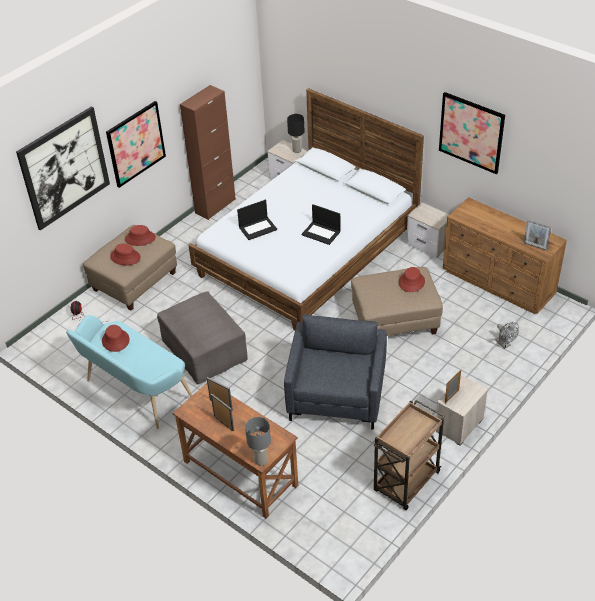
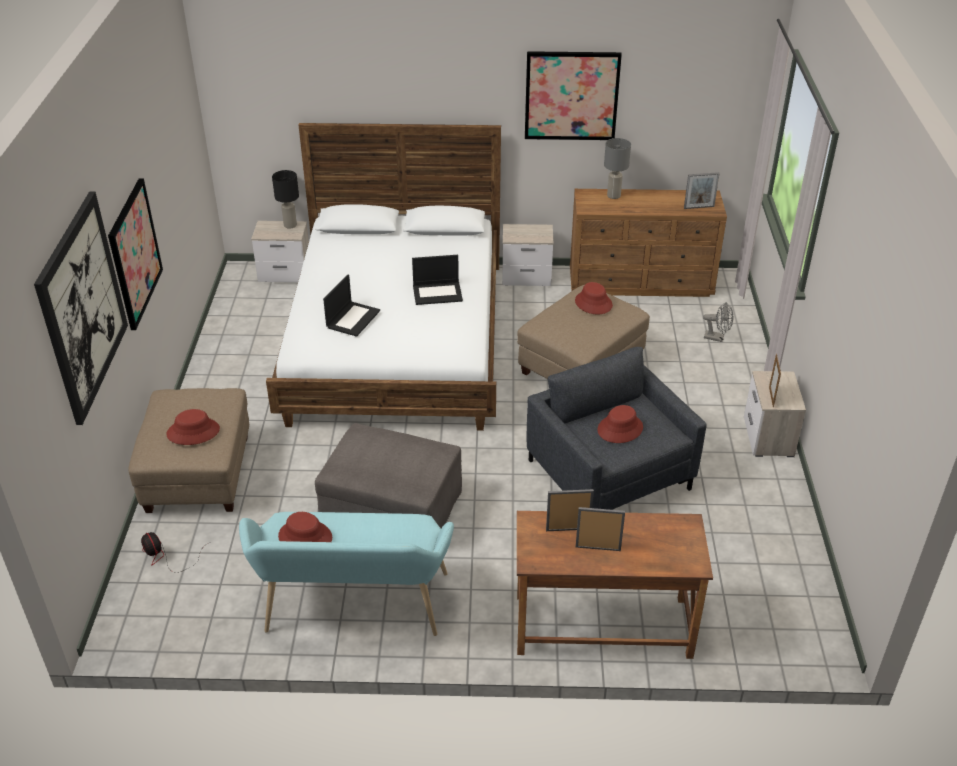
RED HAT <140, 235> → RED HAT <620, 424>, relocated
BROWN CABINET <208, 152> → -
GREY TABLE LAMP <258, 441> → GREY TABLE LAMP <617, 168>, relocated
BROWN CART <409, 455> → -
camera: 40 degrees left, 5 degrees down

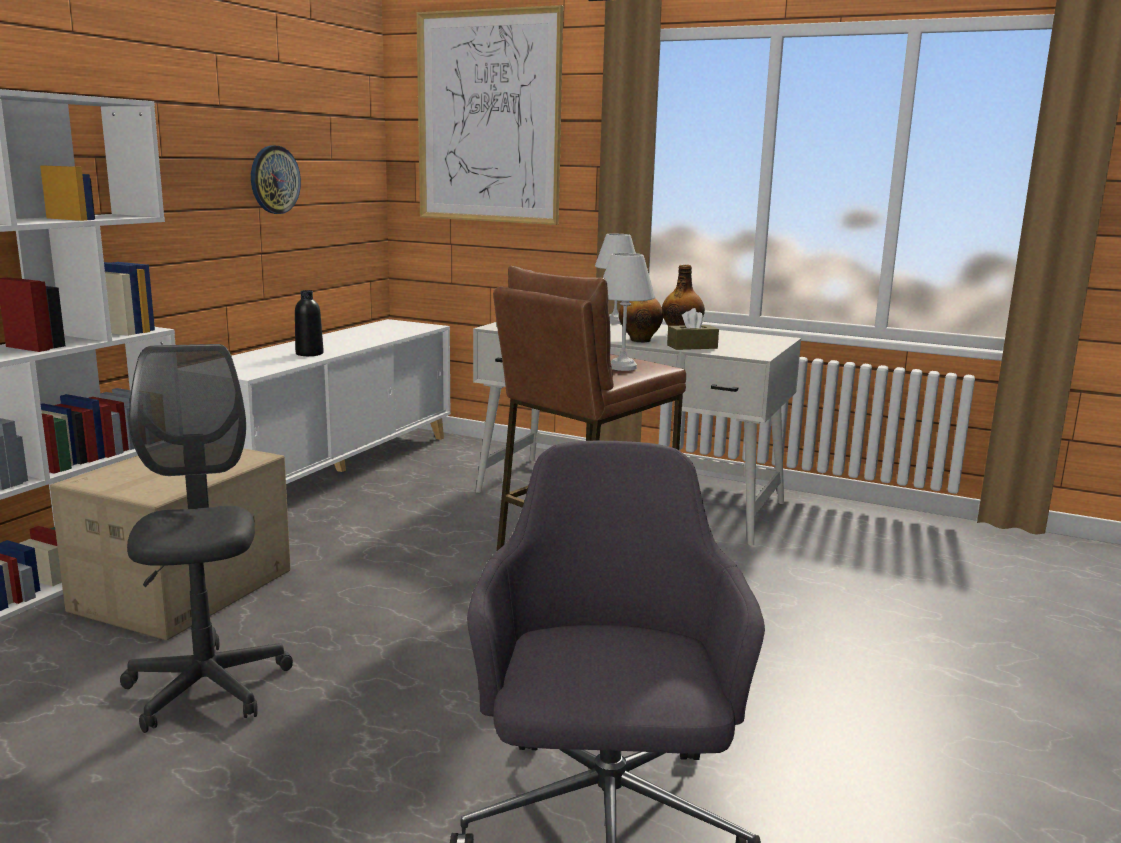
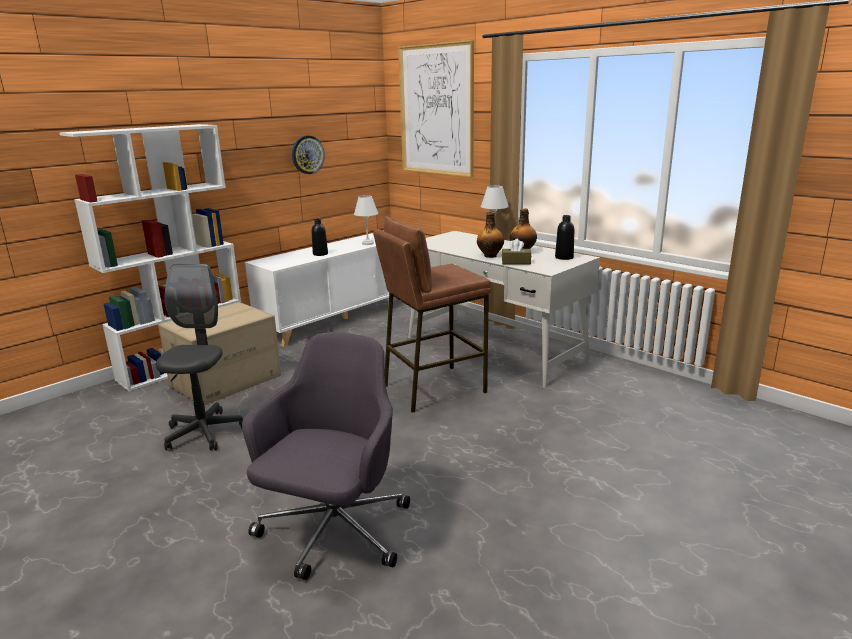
WHITE TABLE LAMP <629, 312> → WHITE TABLE LAMP <366, 220>, relocated
- → BLACK BOTTLE <564, 237>
camera: 20 degrees right, 5 degrees up

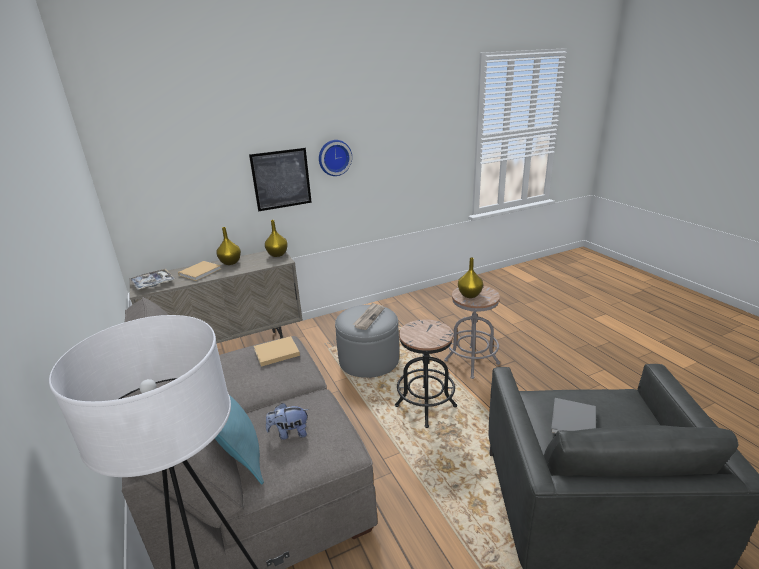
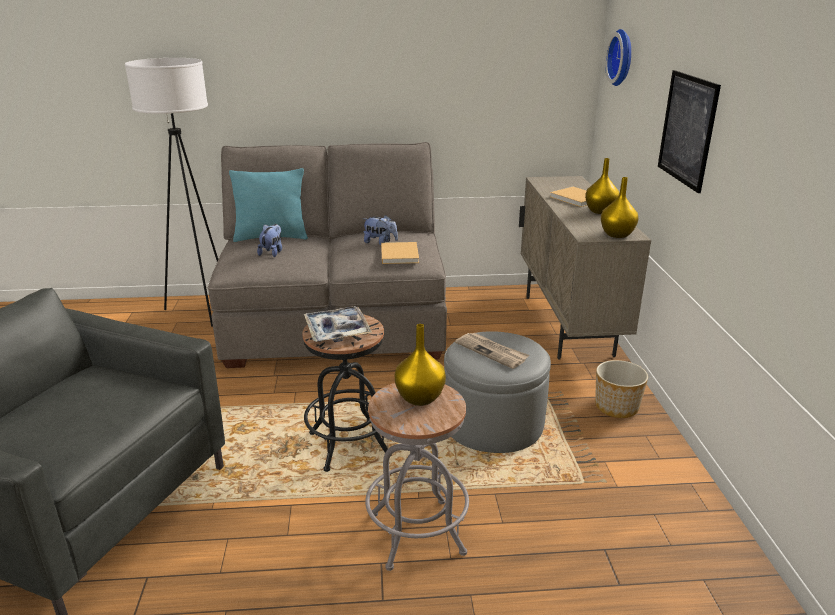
TRAY <152, 279> → TRAY <338, 324>, relocated
WALL CLOCK <335, 158> → WALL CLOCK <618, 57>, relocated
GREY BOOK <573, 416> → -
- → PLUSH TOY <380, 230>
- → PLANTER <621, 389>
camera: 110 degrees right, 0 degrees up

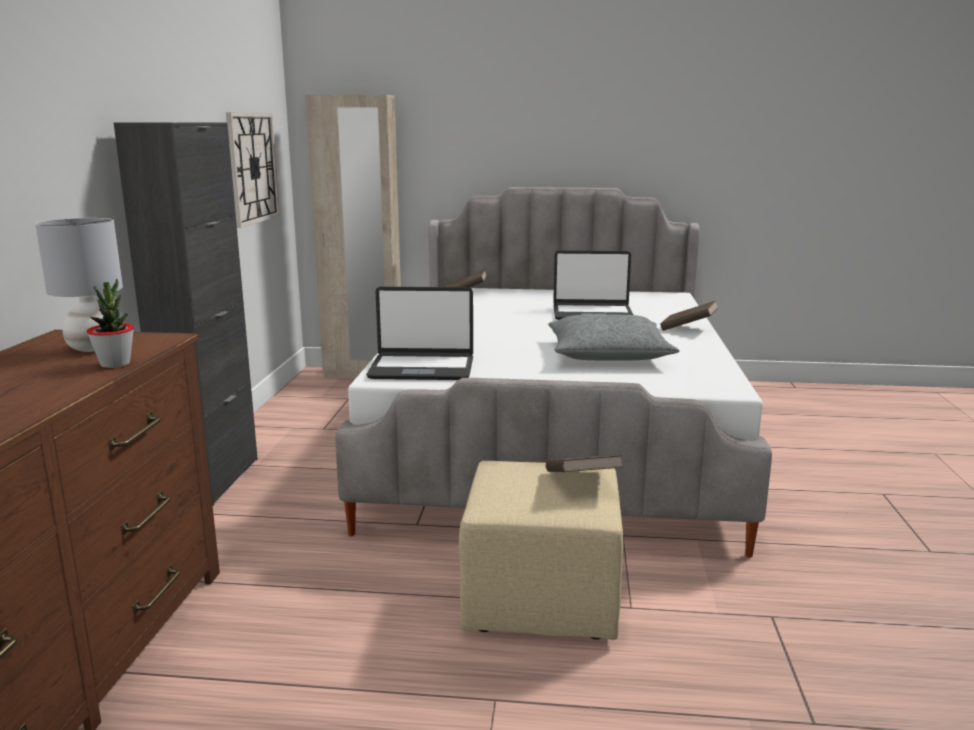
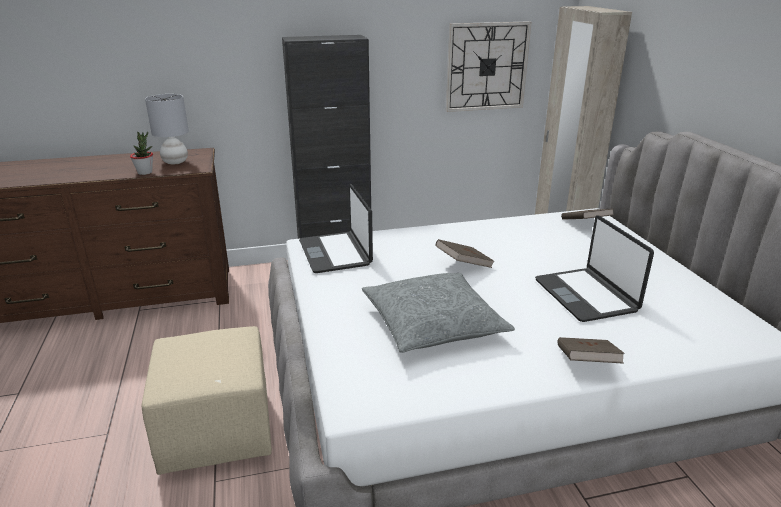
BROWN BOOK <584, 463> → BROWN BOOK <465, 253>, relocated
camera: 70 degrees right, 10 degrees up

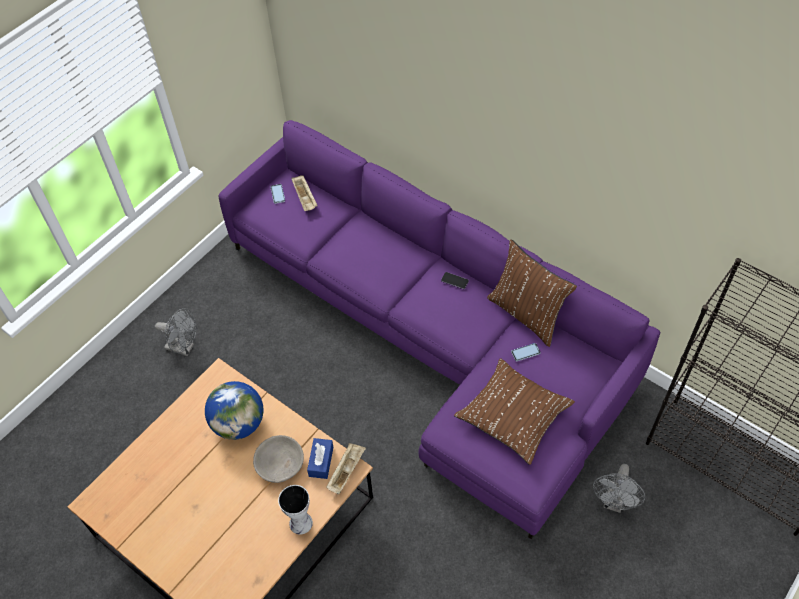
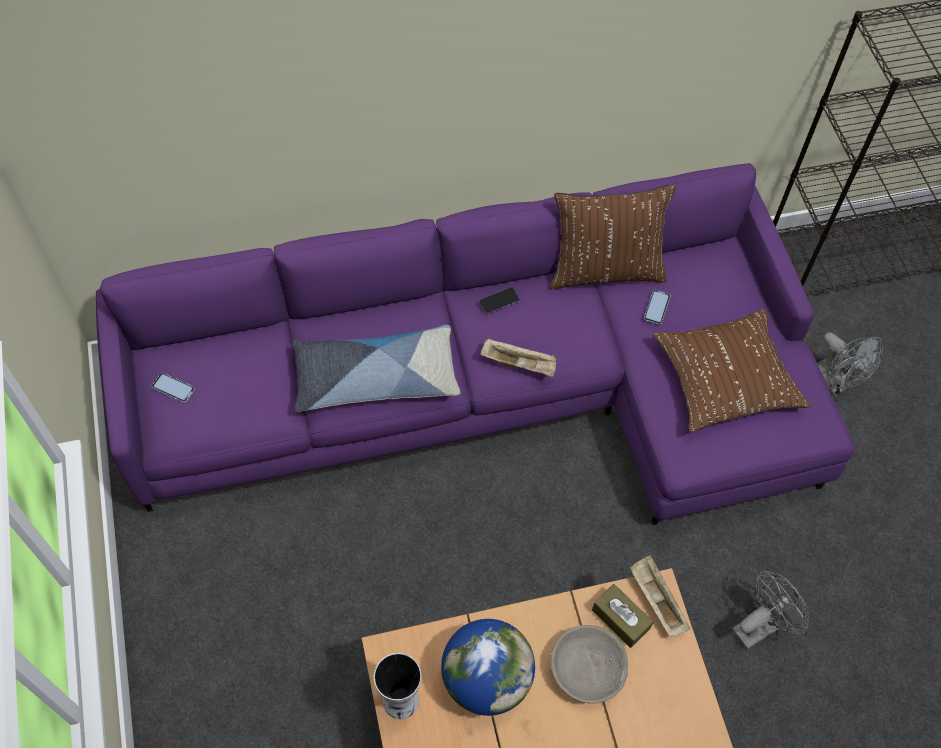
GREY FAN <176, 332> → GREY FAN <770, 610>, relocated
VASE <295, 510> → VASE <398, 686>, relocated
BEIGE TRAY <304, 193> → BEIGE TRAY <518, 357>, relocated
BLUE TISSUE BOX <320, 458> → BROWN TISSUE BOX <622, 616>
- → PILLOW <377, 368>
camera: 55 degrees left, 5 degrees up

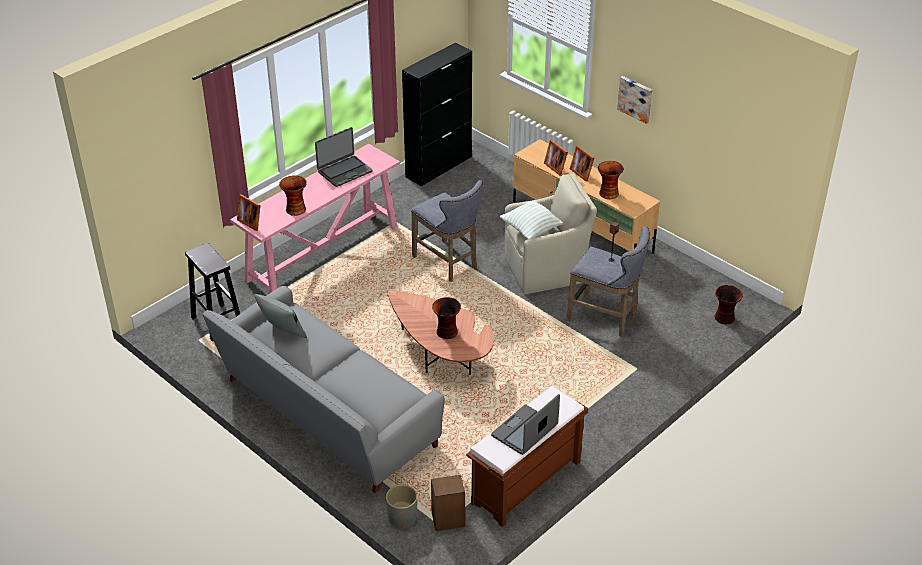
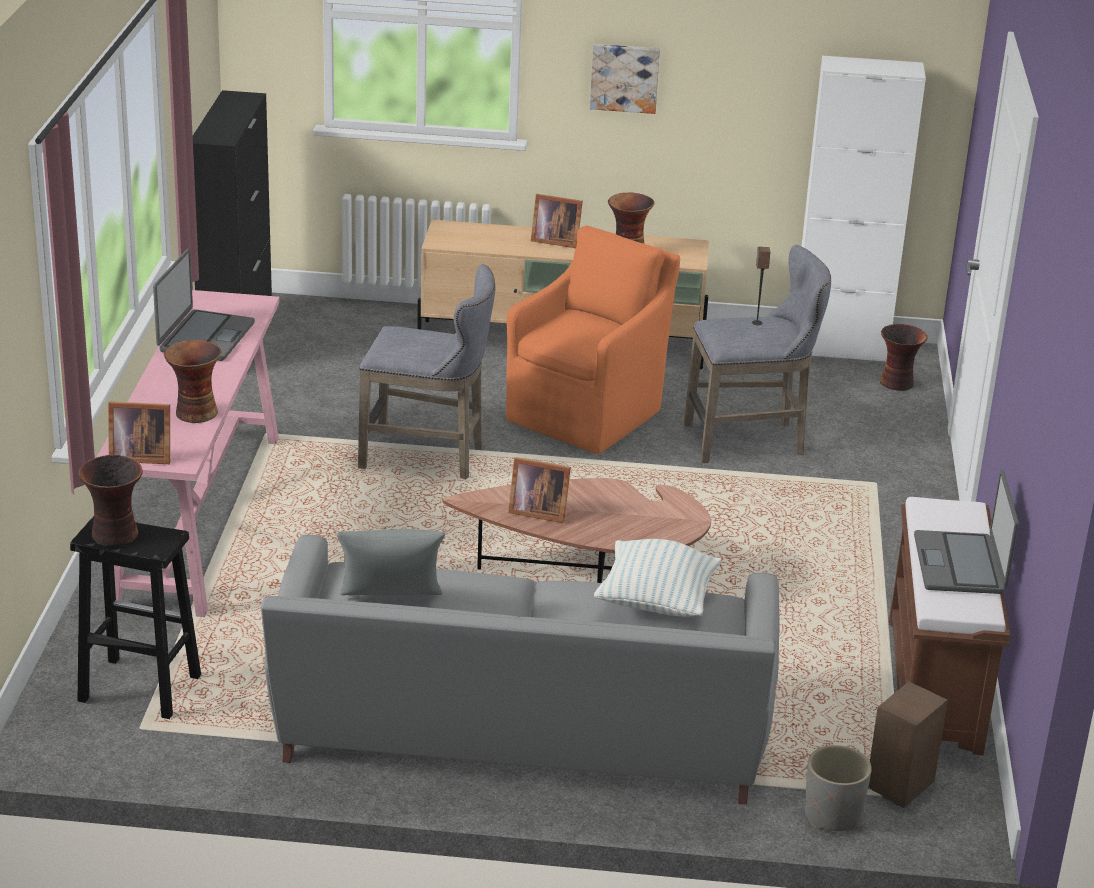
VASE <446, 318> → VASE <110, 500>, relocated
PILLOW <531, 220> → PILLOW <657, 578>, relocated
BEIGE ARMCHAIR <551, 234> → ORANGE ARMCHAIR <593, 340>
PICTURE FRAME <556, 157> → PICTURE FRAME <539, 490>, relocated
- → WHITE CABINET <864, 209>
camera: 40 degrees left, 10 degrees down

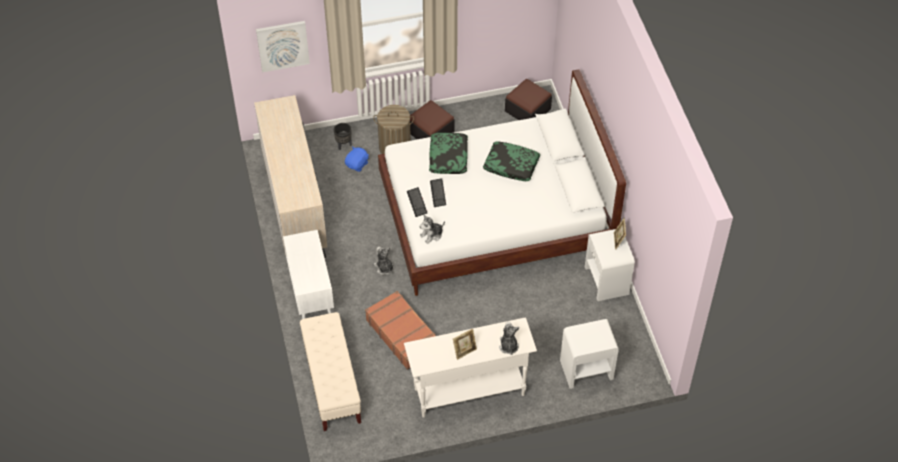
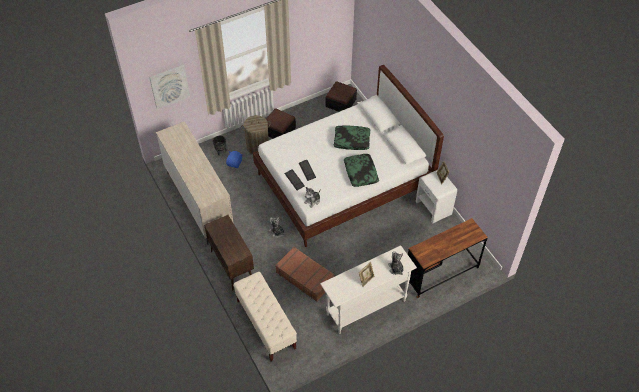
WHITE CABINET <308, 274> → BROWN CABINET <229, 252>
PILLOW <448, 153> → PILLOW <361, 170>, relocated
WHITE NIGHTSTAND <589, 354> → BROWN DESK <448, 258>
camera: 15 degrees left, 0 degrees up

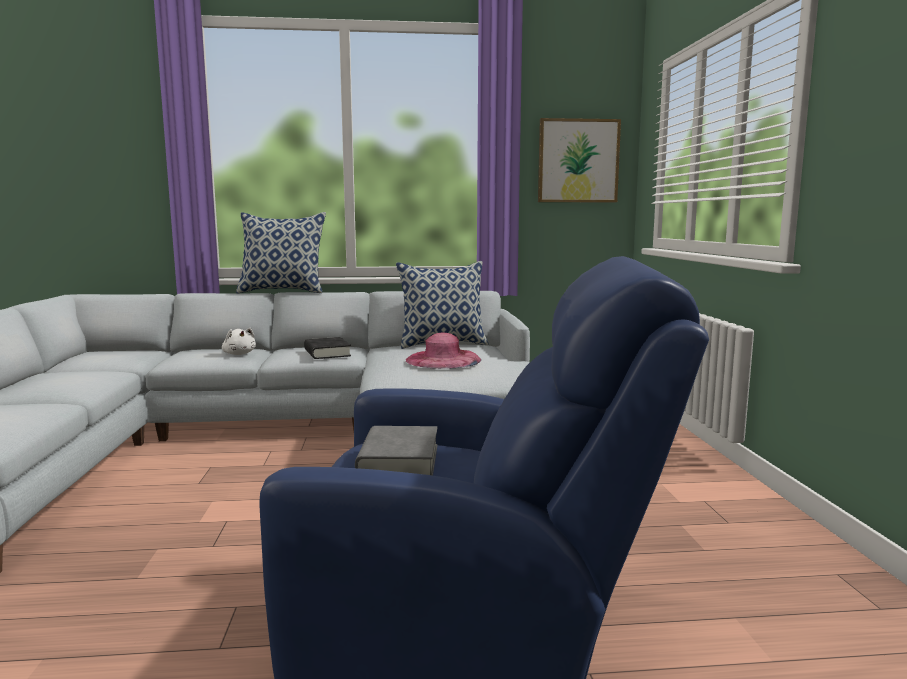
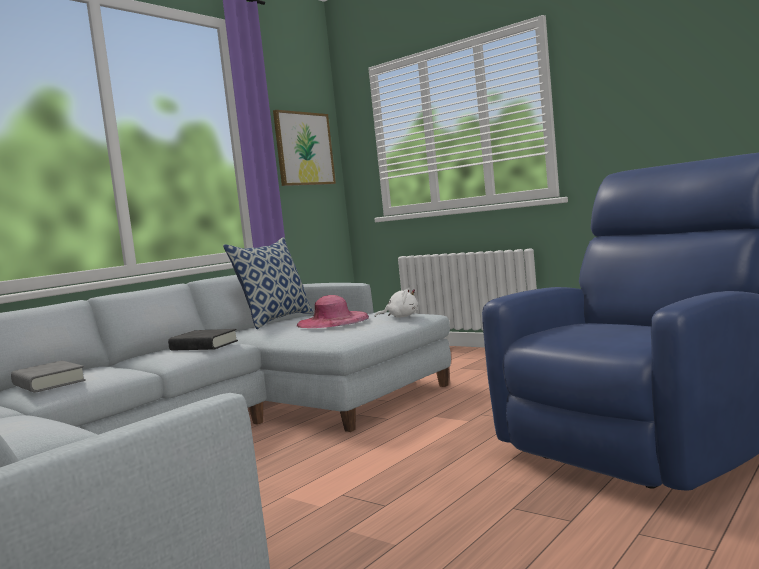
WHITE PLUSH TOY <239, 341> → WHITE PLUSH TOY <396, 303>, relocated
PILLOW <281, 253> → -
GREY BOOK <396, 451> → GREY BOOK <48, 377>, relocated
camera: 45 degrees left, 5 degrees down

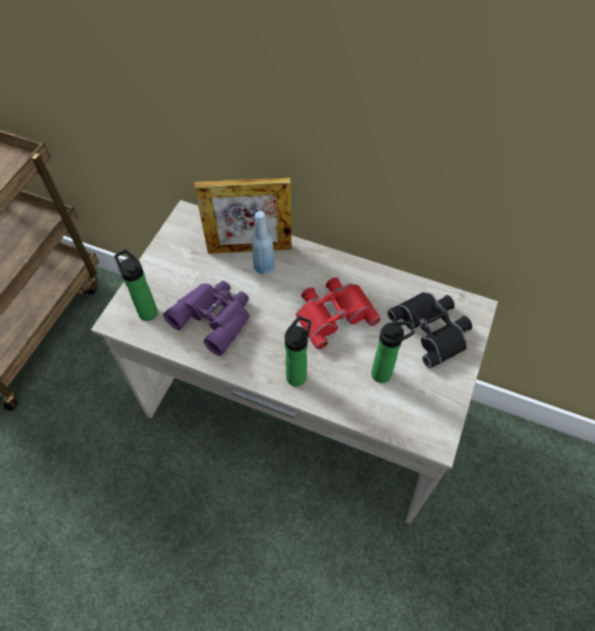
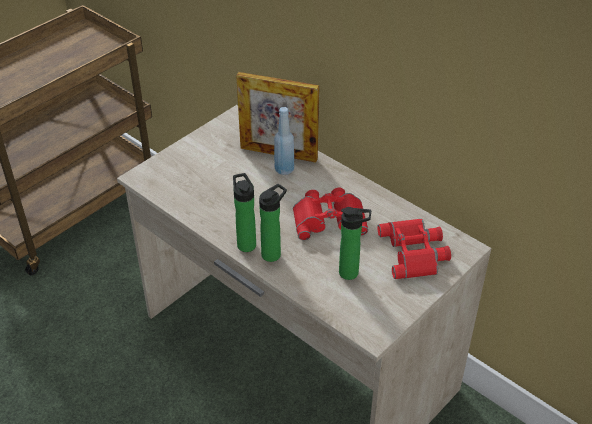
BOTTLE <136, 285> → BOTTLE <244, 212>, relocated
PURPLE BINOCULARS <206, 318> → -
BLACK BINOCULARS <429, 330> → RED BINOCULARS <414, 249>
camera: 20 degrees right, 15 degrees down

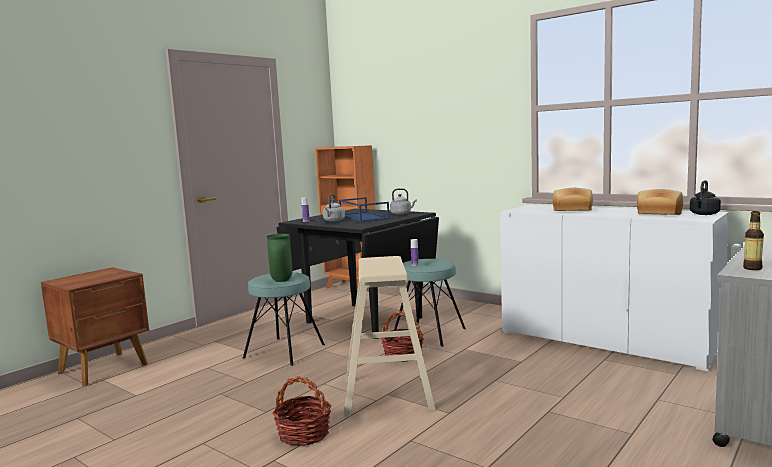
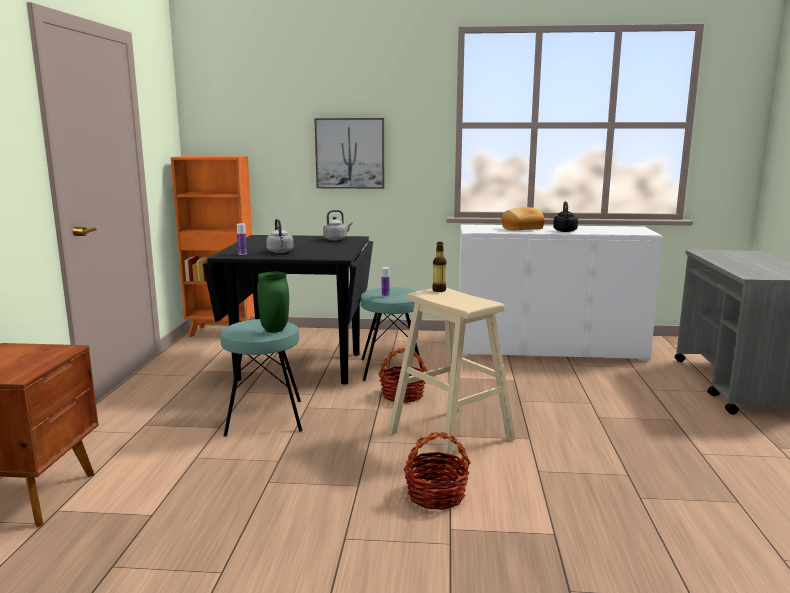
BLUE TRAY <364, 209> → -
BREAD <660, 202> → -
BLACK KETTLE <705, 197> → BLACK KETTLE <565, 216>, relocated
BOTTLE <753, 240> → BOTTLE <439, 267>, relocated
- → PICTURE <349, 153>
camera: 35 degrees left, 5 degrees up

